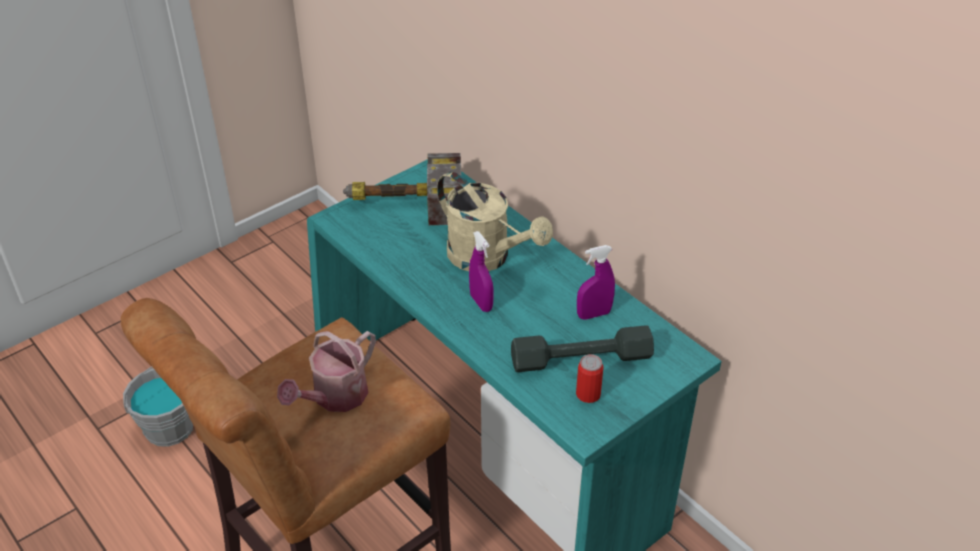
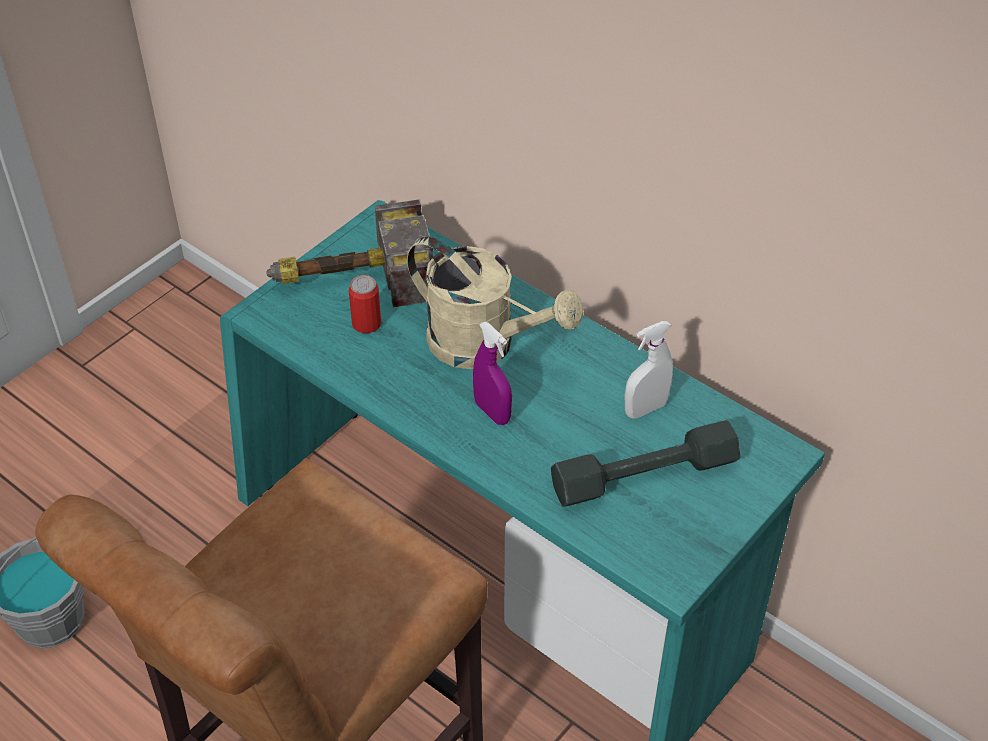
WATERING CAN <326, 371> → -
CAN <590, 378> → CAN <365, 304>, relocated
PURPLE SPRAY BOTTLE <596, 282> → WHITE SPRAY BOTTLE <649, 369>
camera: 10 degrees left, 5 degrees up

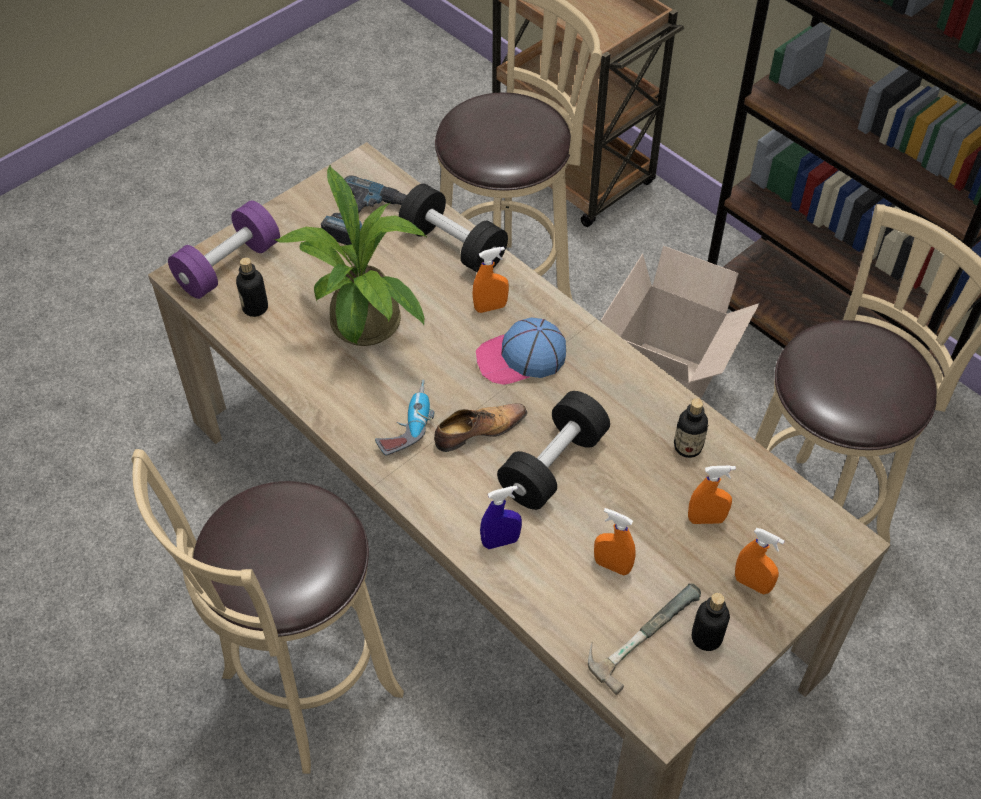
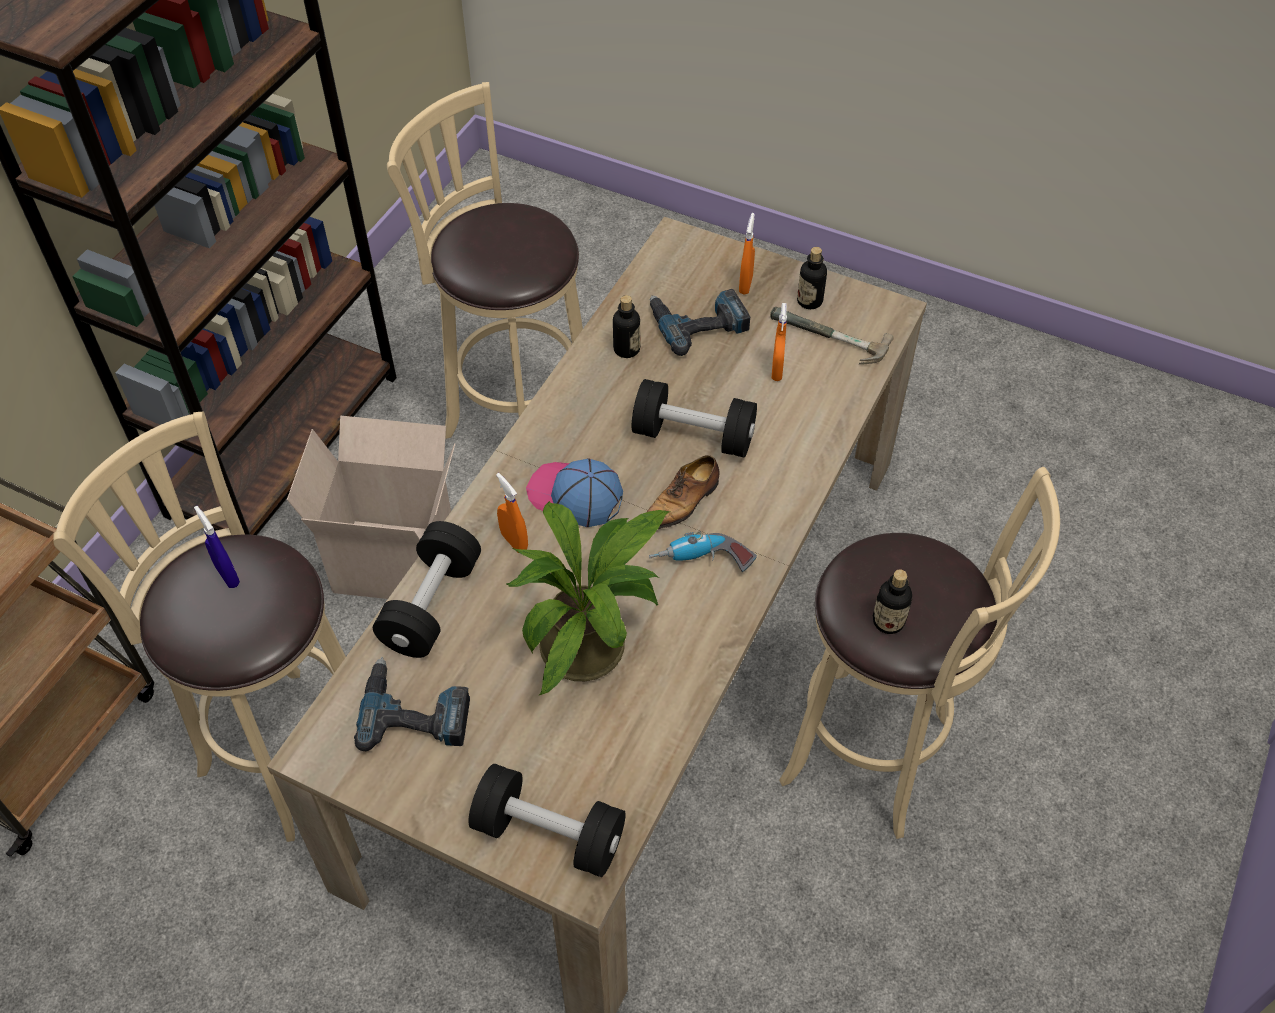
PURPLE DUMBBELL <224, 250> → BLACK DUMBBELL <547, 820>
BOTTLE <252, 287> → BOTTLE <892, 602>, relocated
SHOE <480, 428> → SHOE <683, 492>, 90 degrees counterclockwise
CAP <521, 351> → CAP <574, 493>, 150 degrees clockwise
BLUE SPRAY BOTTLE <501, 517> → BLUE SPRAY BOTTLE <217, 547>, relocated
ORANGE SPRAY BOTTLE <712, 494> → POWER DRILL <700, 322>
camera: 110 degrees left, 0 degrees up

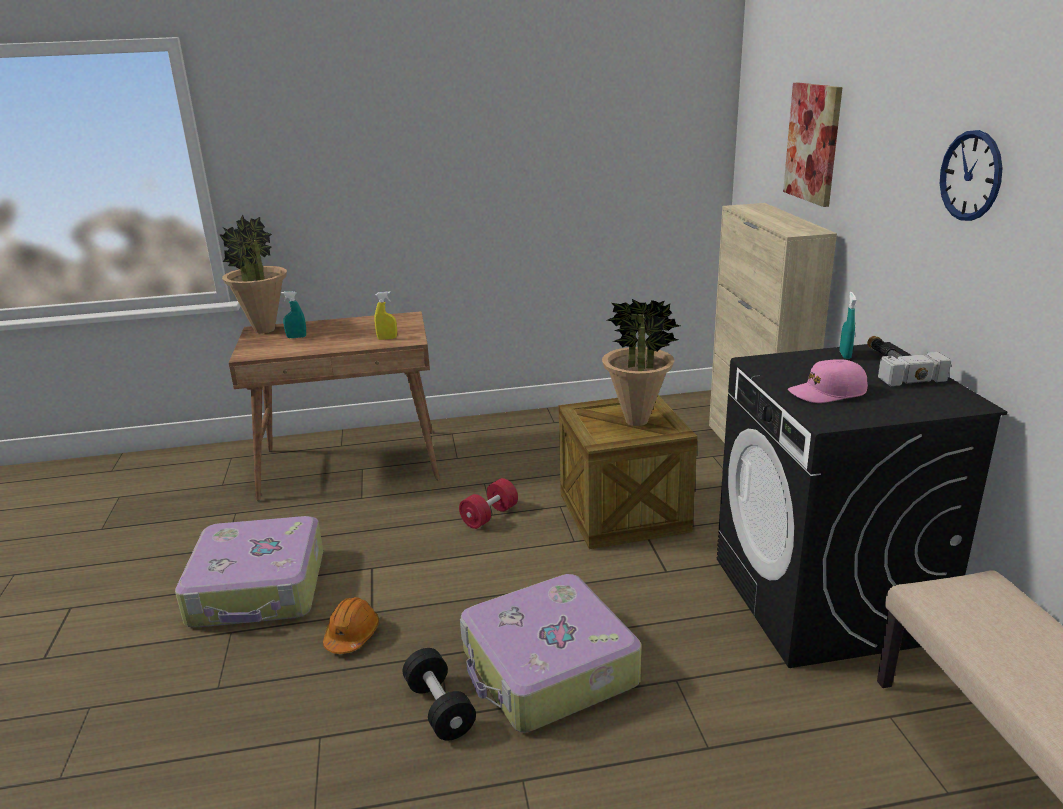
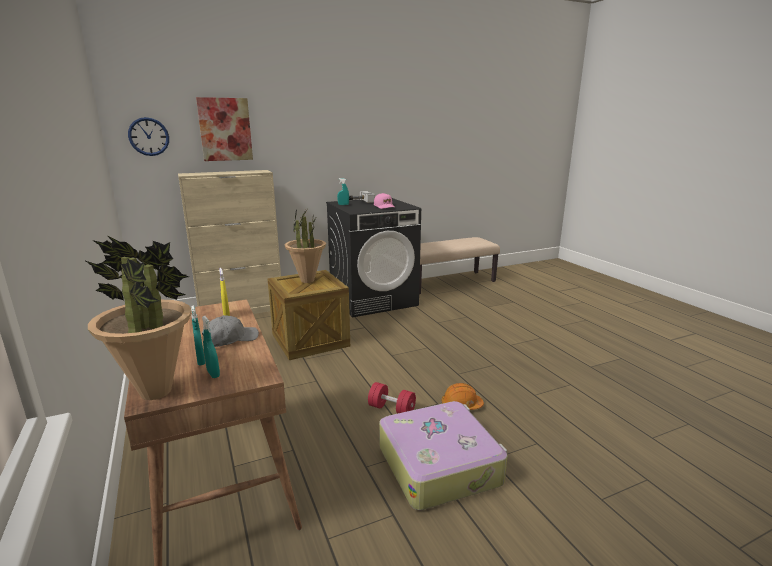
BLACK DUMBBELL <439, 694> → -
RED DUMBBELL <488, 503> → RED DUMBBELL <392, 398>, relocated
SUITCASE <550, 653> → -
WALL CLOCK <971, 175> → WALL CLOCK <148, 136>, relocated
- → GREY CAP <230, 331>
- → TURQUOISE SPRAY BOTTLE <211, 347>
camera: 105 degrees left, 5 degrees down

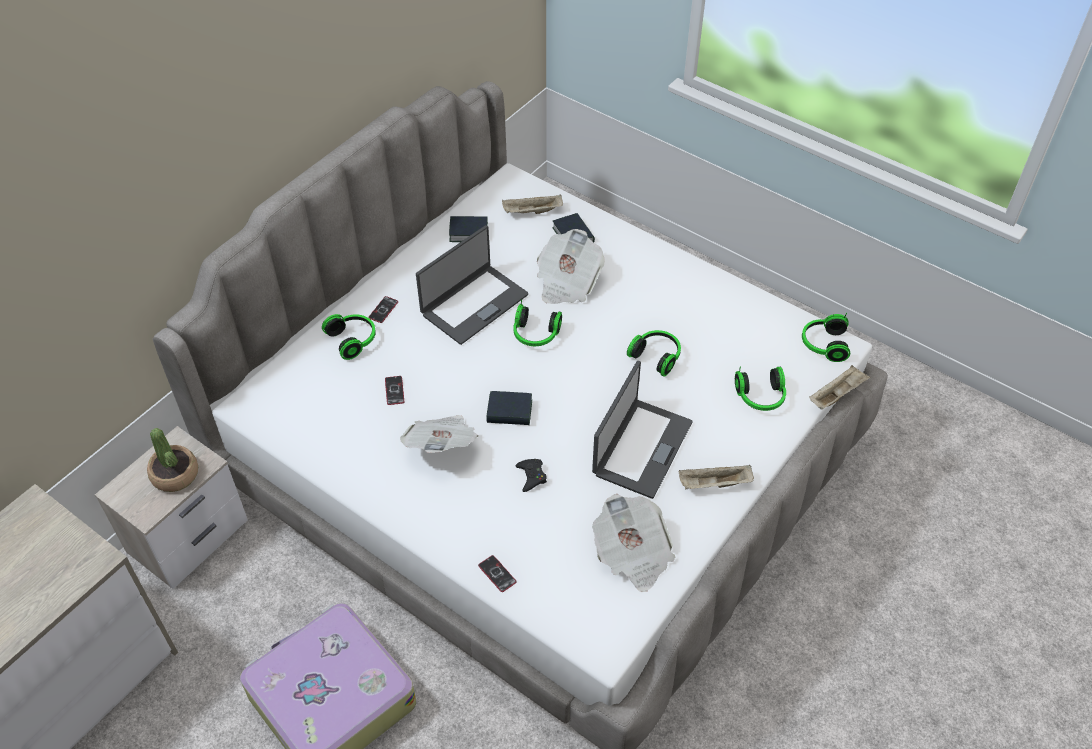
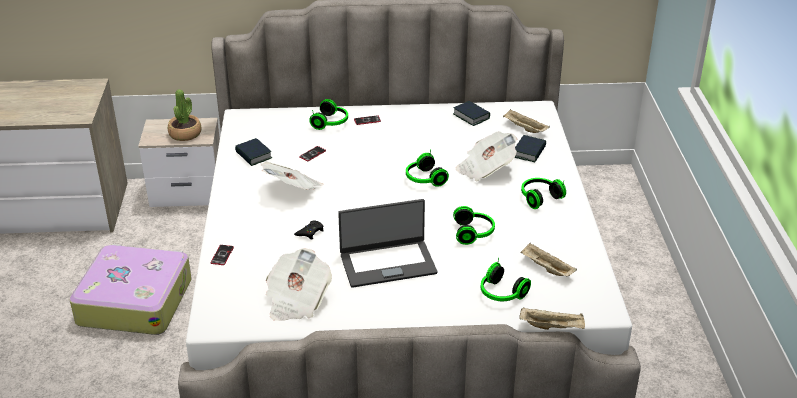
LAPTOP <472, 285> → -
BOOK <509, 408> → BOOK <253, 152>, relocated
BEIGE TRAY <716, 477> → BEIGE TRAY <548, 259>, relocated
HEADPHONES <826, 337> → HEADPHONES <543, 193>, relocated
camera: 50 degrees right, 15 degrees down

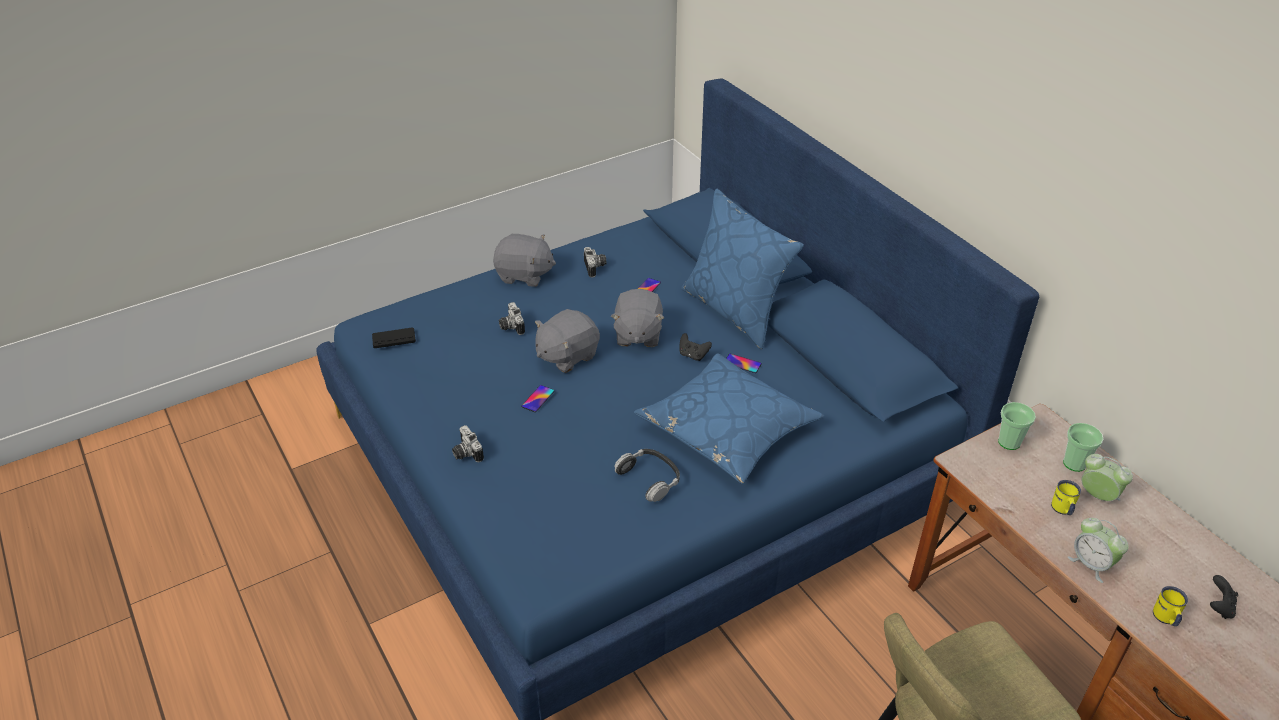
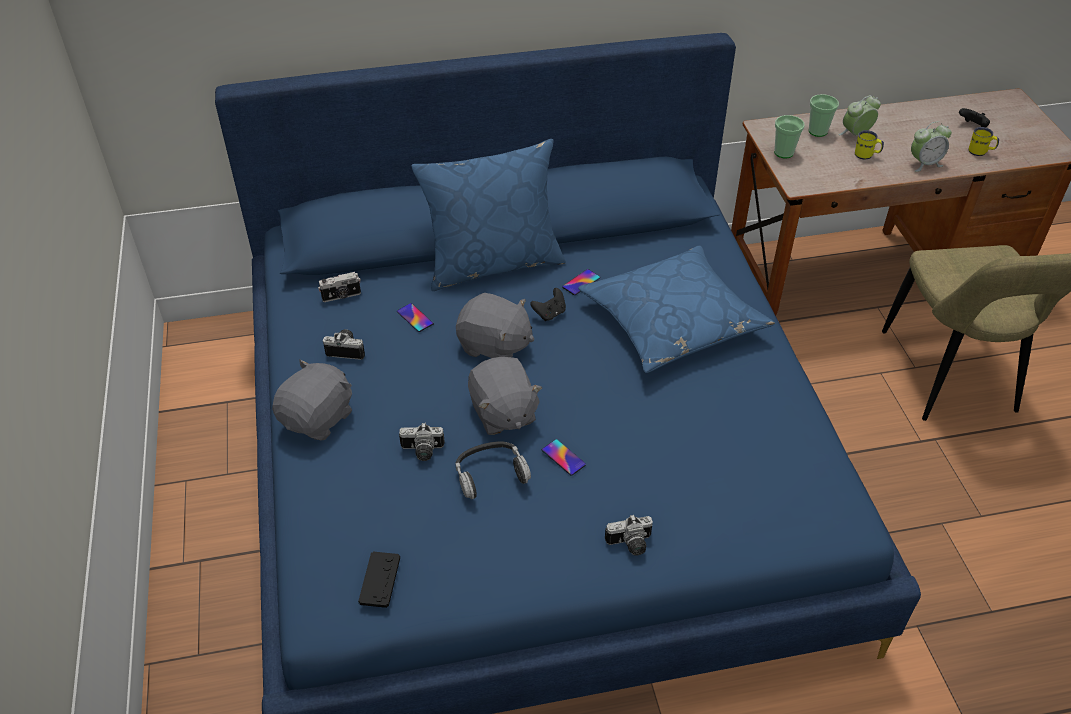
HEADPHONES <647, 475> → HEADPHONES <493, 470>, relocated
- → PHOTO CAMERA <339, 287>
camera: 70 degrees left, 5 degrees up

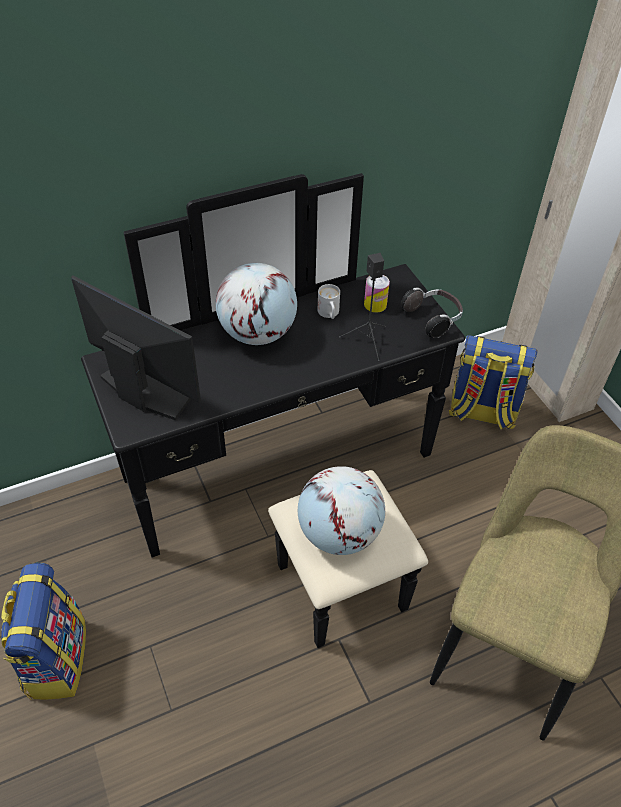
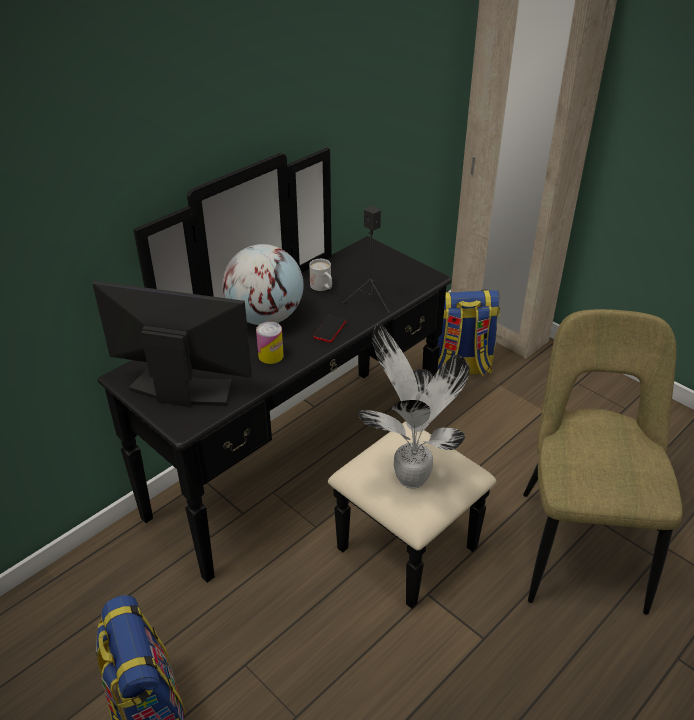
GLOBE <341, 510> → POTTED PLANT <414, 406>
CAN <377, 294> → CAN <270, 343>, relocated
HEADPHONES <432, 312> → -
- → PHONE <330, 329>
camera: 20 degrees left, 10 degrees down

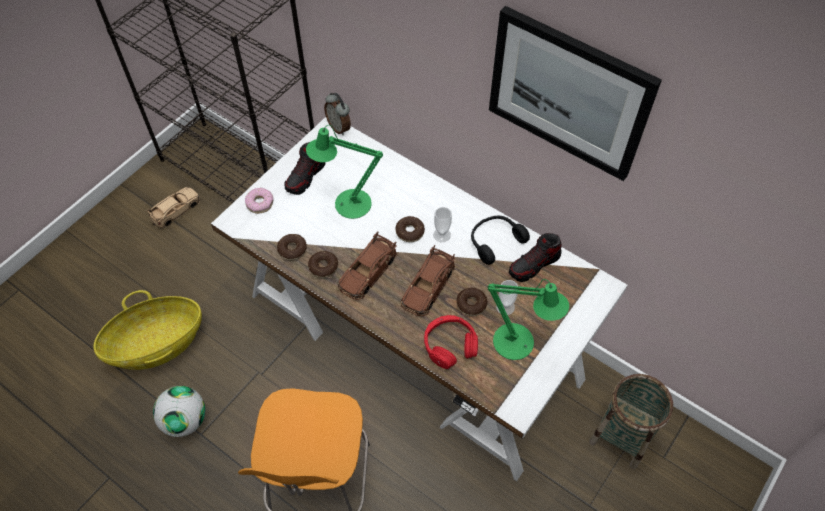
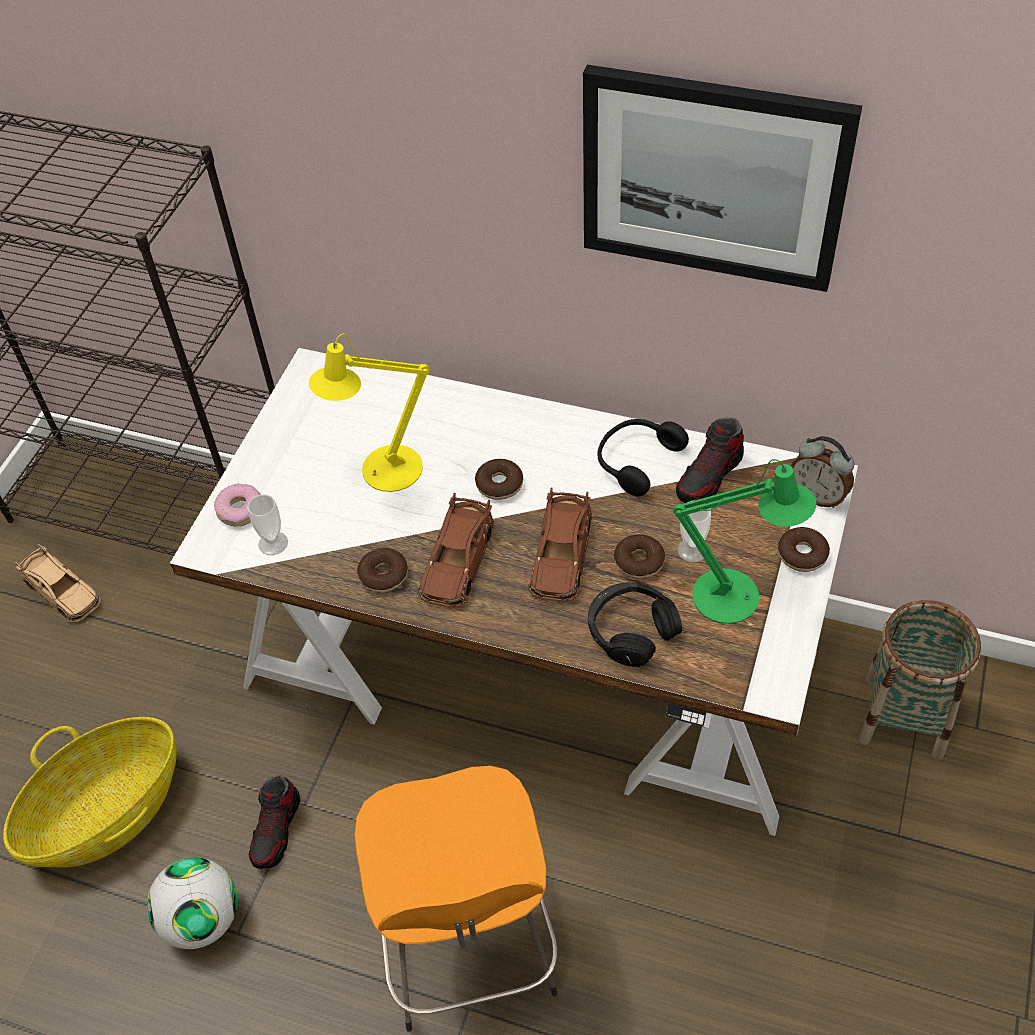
BEIGE TOY CAR <173, 207> → BEIGE TOY CAR <58, 583>, 105 degrees clockwise
DONUT <292, 247> → DONUT <804, 549>, relocated
SHOE <305, 168> → SHOE <274, 822>, relocated
GREEN TABLE LAMP <344, 172> → YELLOW TABLE LAMP <369, 413>
ALARM CLOCK <337, 114> → ALARM CLOCK <822, 472>, relocated
RED HEADPHONES <451, 342> → BLACK HEADPHONES <635, 624>
CUP <442, 224> → CUP <267, 524>, relocated
camera: 15 degrees left, 5 degrees down

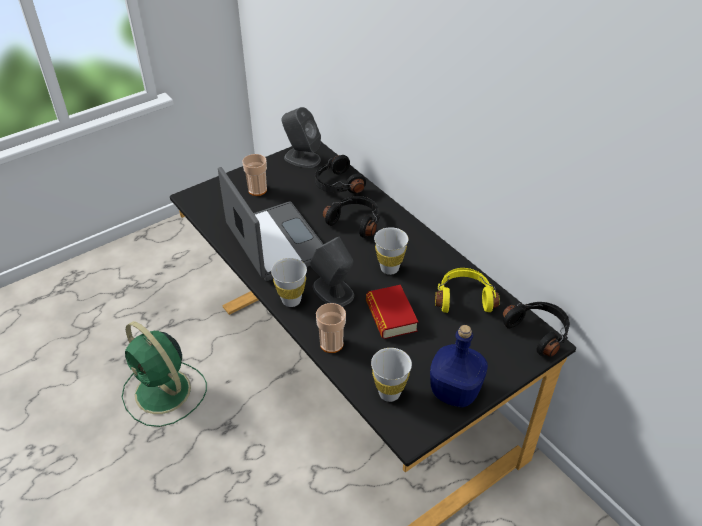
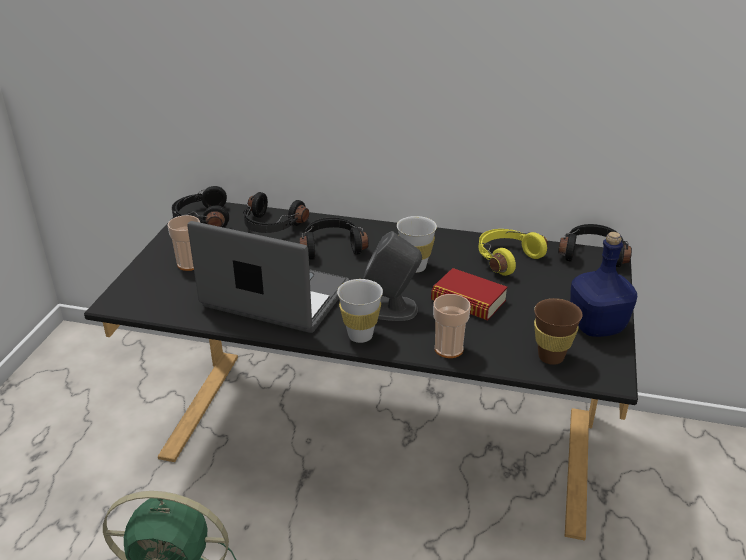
GREY SPEAKER <301, 137> → BLACK HEADPHONES <200, 207>
WHITE CUP <391, 375> → BROWN CUP <558, 331>
camera: 40 degrees left, 10 degrees down

